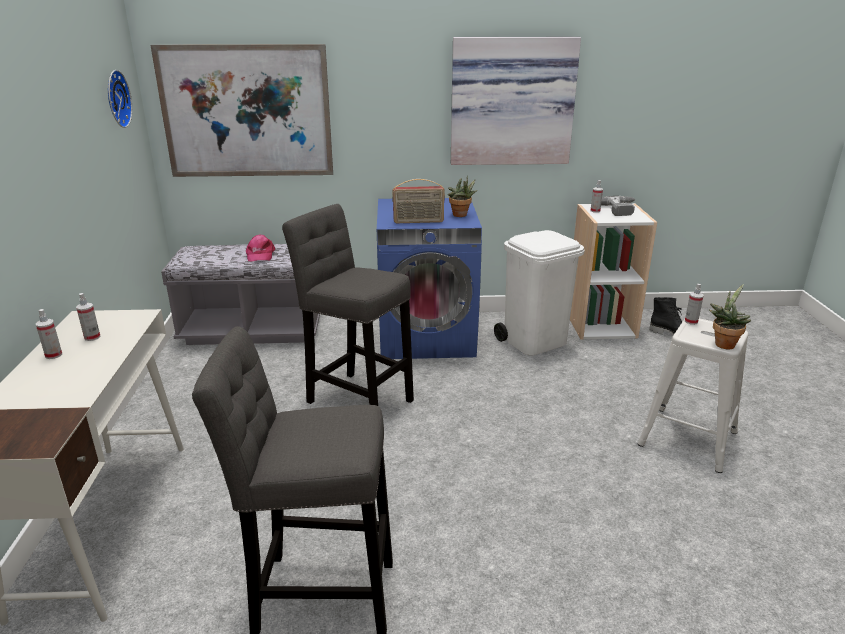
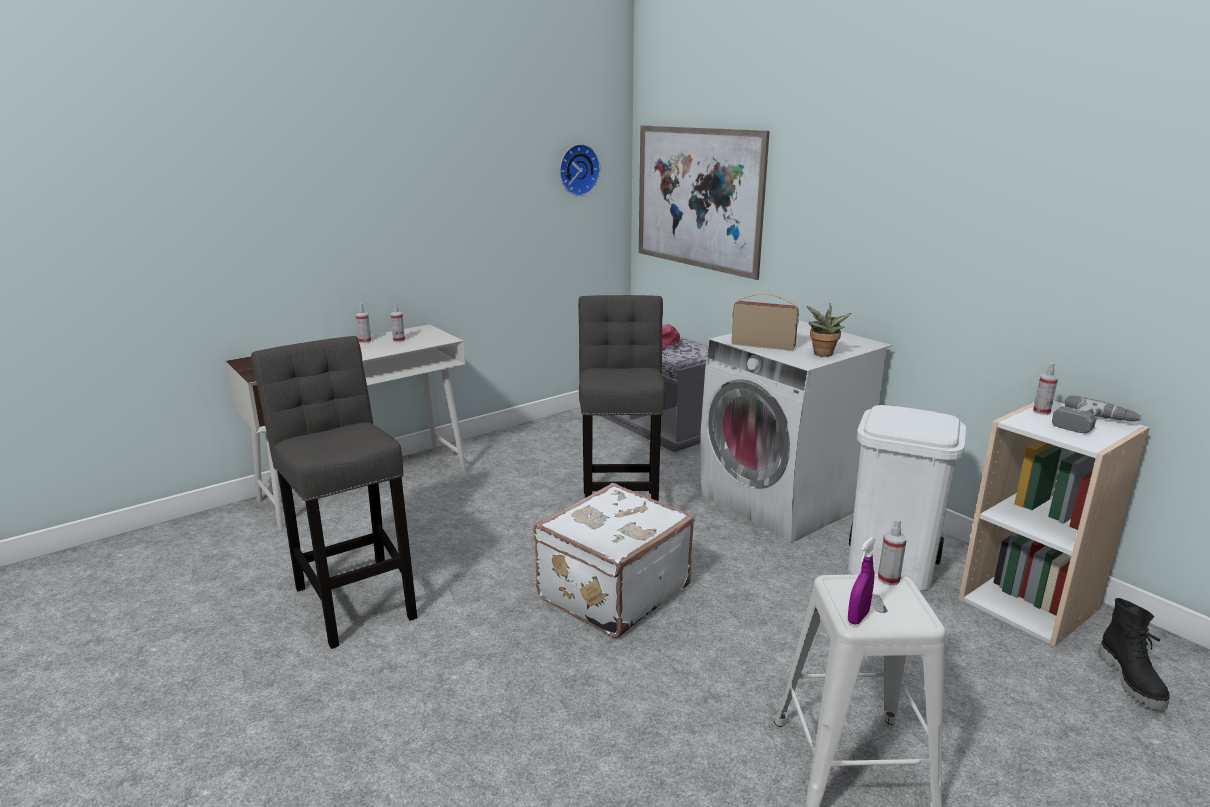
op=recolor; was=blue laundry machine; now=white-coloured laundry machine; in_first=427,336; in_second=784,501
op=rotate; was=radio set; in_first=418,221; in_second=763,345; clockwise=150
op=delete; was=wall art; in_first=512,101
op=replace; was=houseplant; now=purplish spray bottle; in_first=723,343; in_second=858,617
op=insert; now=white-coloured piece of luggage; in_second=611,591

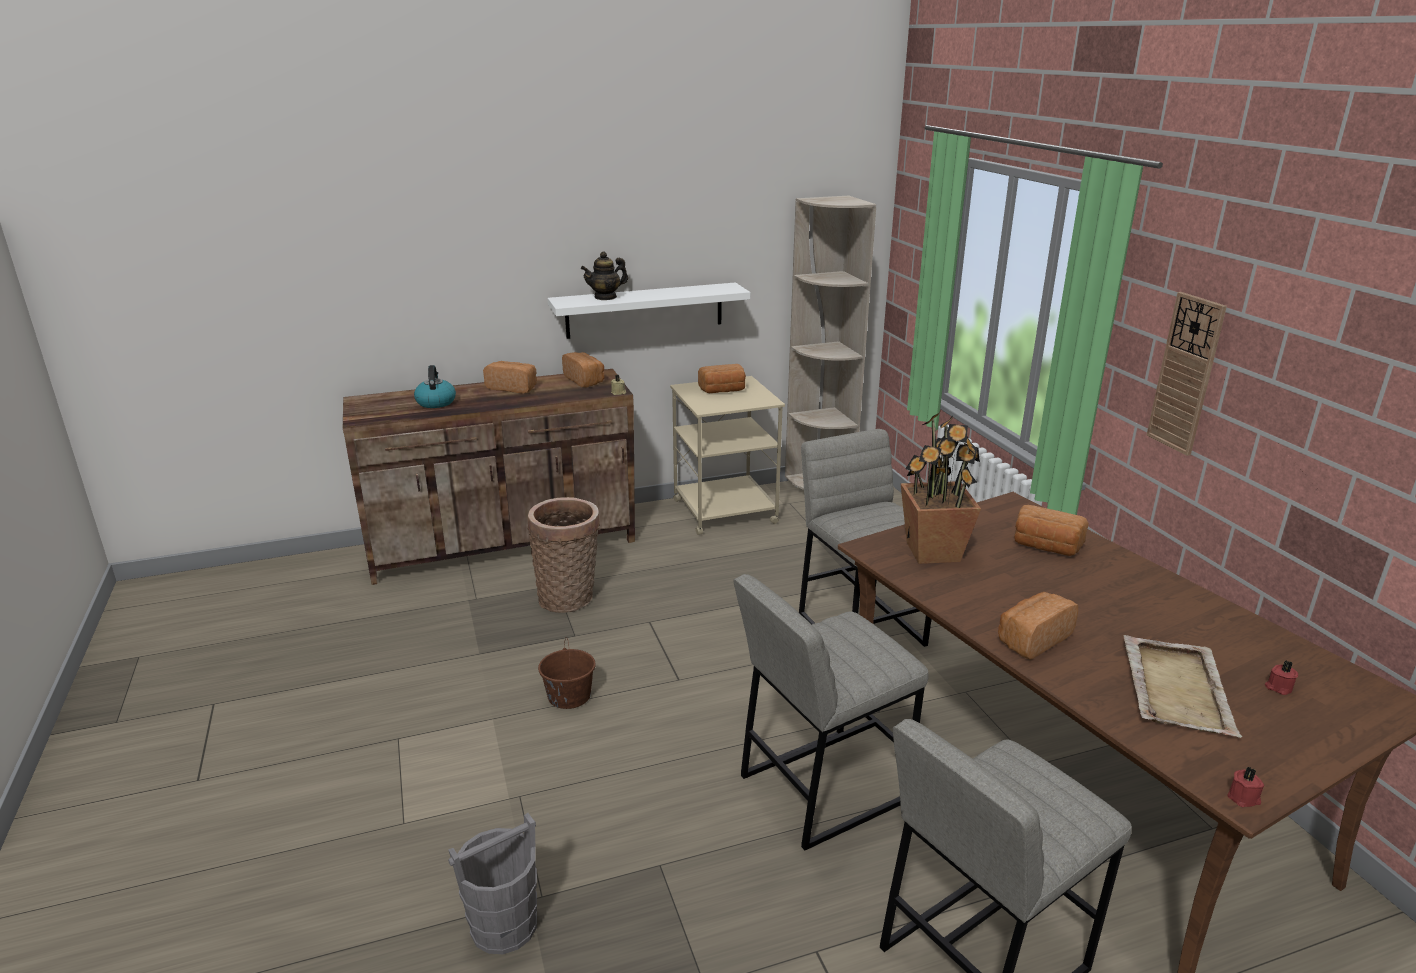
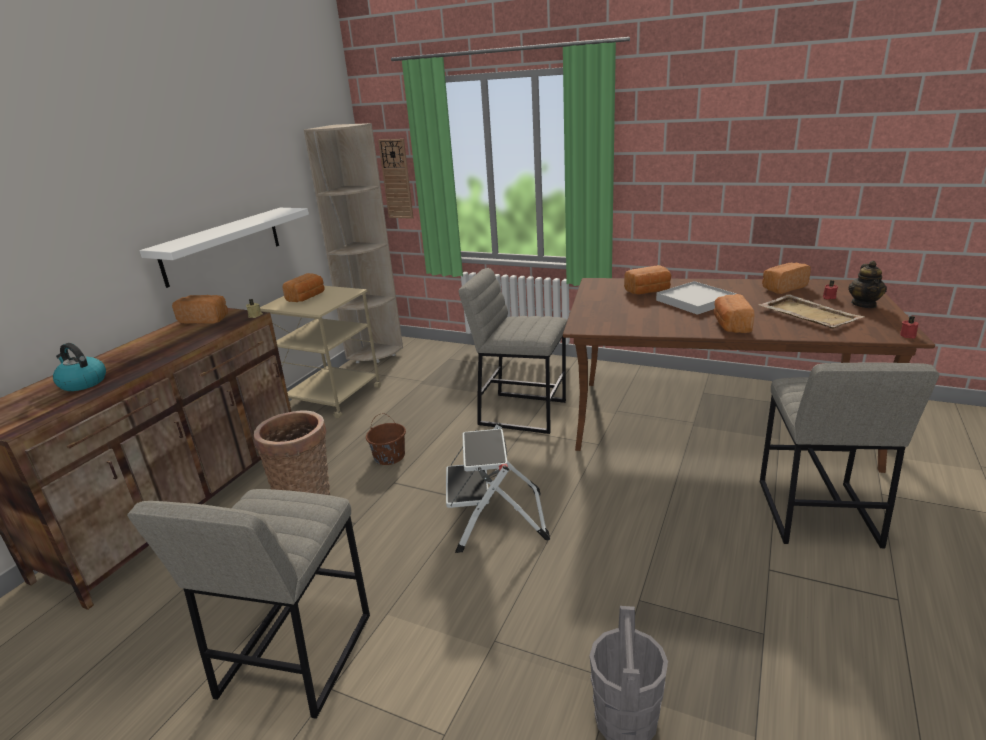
op=move; was=baked bread; in_first=513,387; in_second=782,288
op=move; was=brown-coloured water bucket; in_first=569,695; in_second=389,456
op=move; was=tea pot; in_first=605,297; in_second=864,304
op=move; was=grey chair; in_first=819,790; in_second=294,658
op=delete; was=houseplant; in_first=933,552
op=move; was=clock on the wall; in_first=1186,374; in_second=396,179
op=insert; now=stepladder; in_second=496,517
op=insert; now=white-coloured tray; in_second=695,301

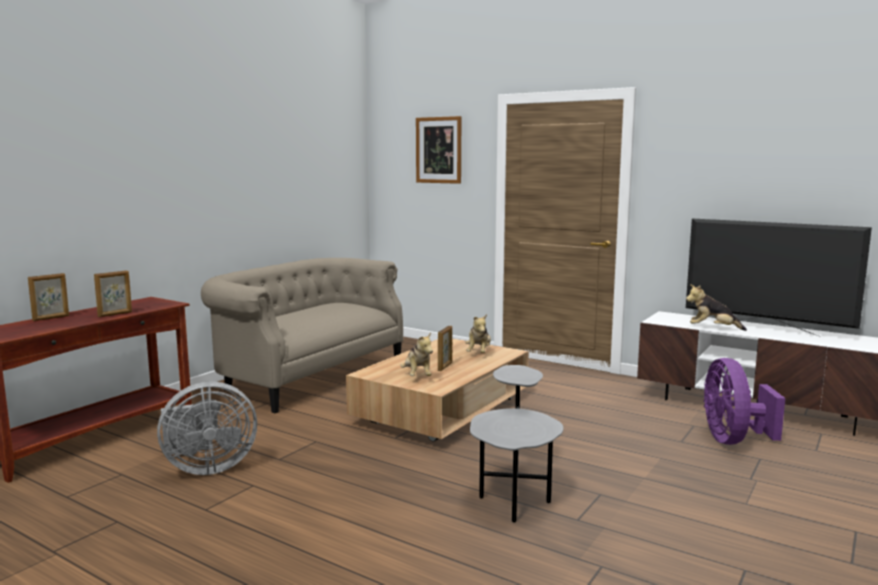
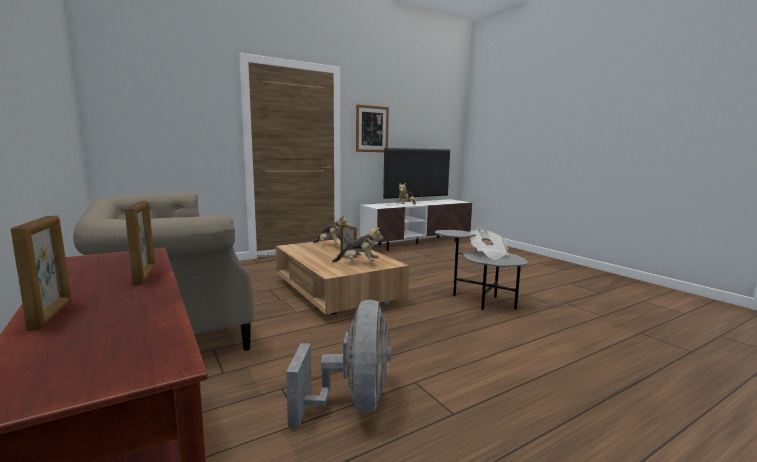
op=move; was=wall art; in_first=438,150; in_second=372,129
op=delete; was=purplish fan; in_first=733,440
op=insert; now=newspaper; in_second=488,254

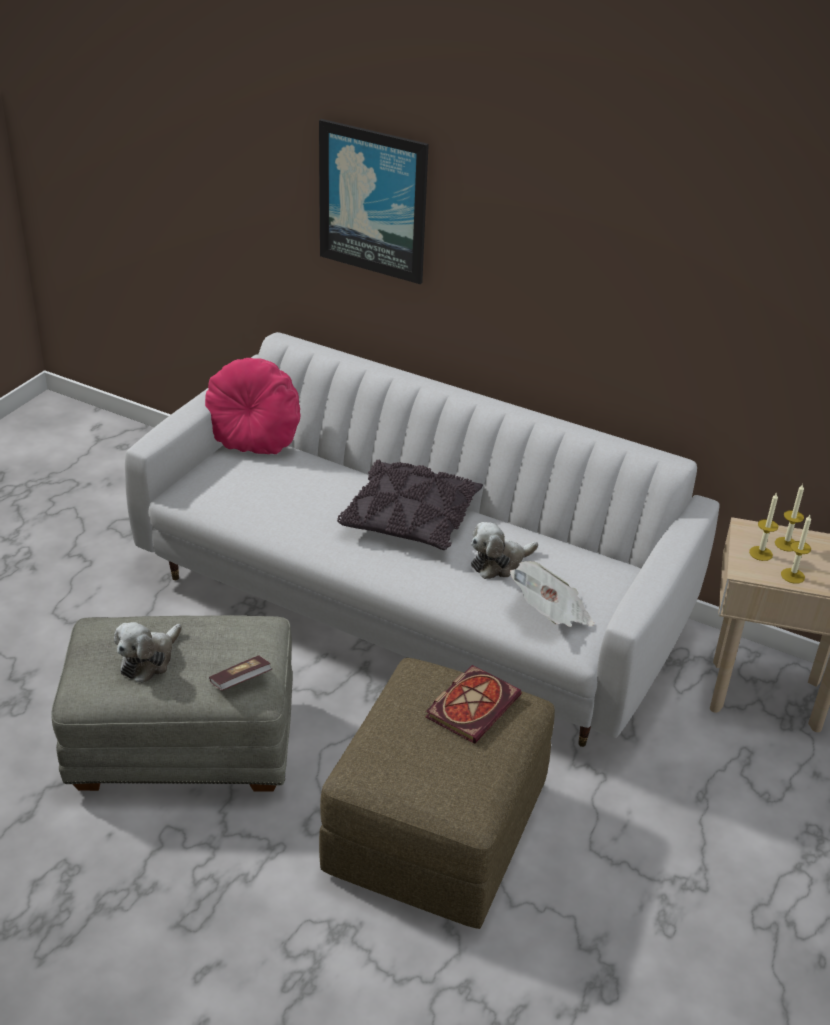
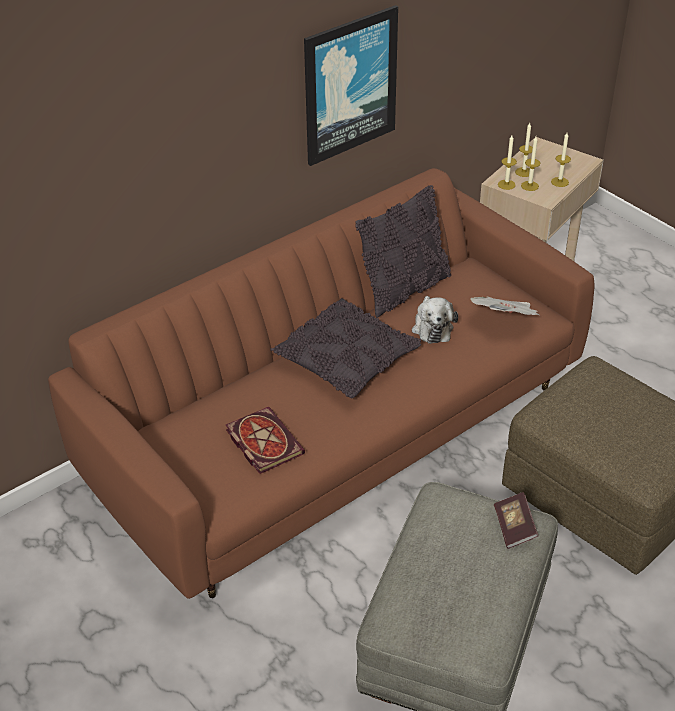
op=delete; was=plush toy; in_first=149,660
op=recolor; was=white-coloured couch; now=brown-coloured couch; in_first=411,602; in_second=338,433
op=delete; was=pinkish pillow; in_first=254,444
op=move; was=wall art; in_first=373,201; in_second=349,85
op=move; was=book; in_first=472,704; in_second=262,441
op=insert; now=black-coloured pillow; in_second=404,290
op=insert; now=wax light; in_second=506,184

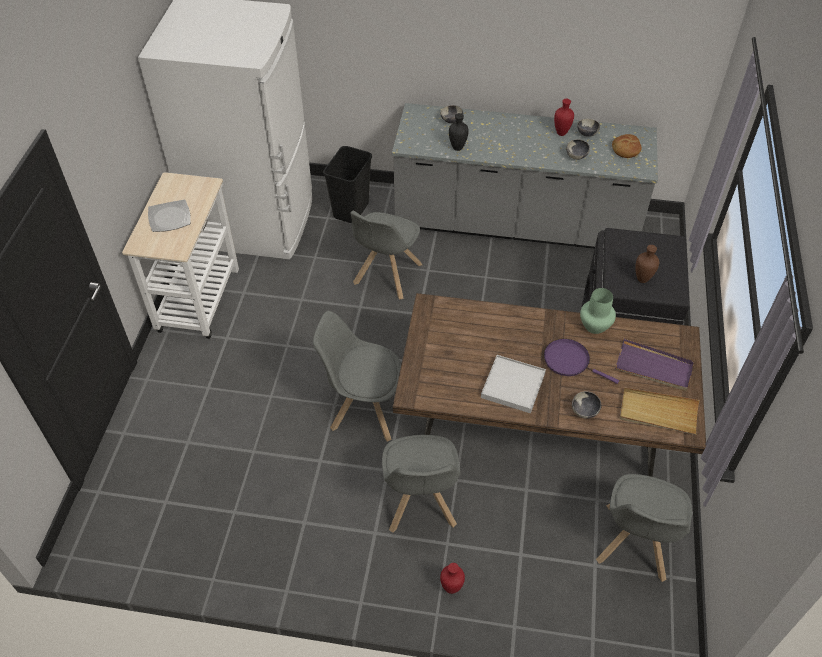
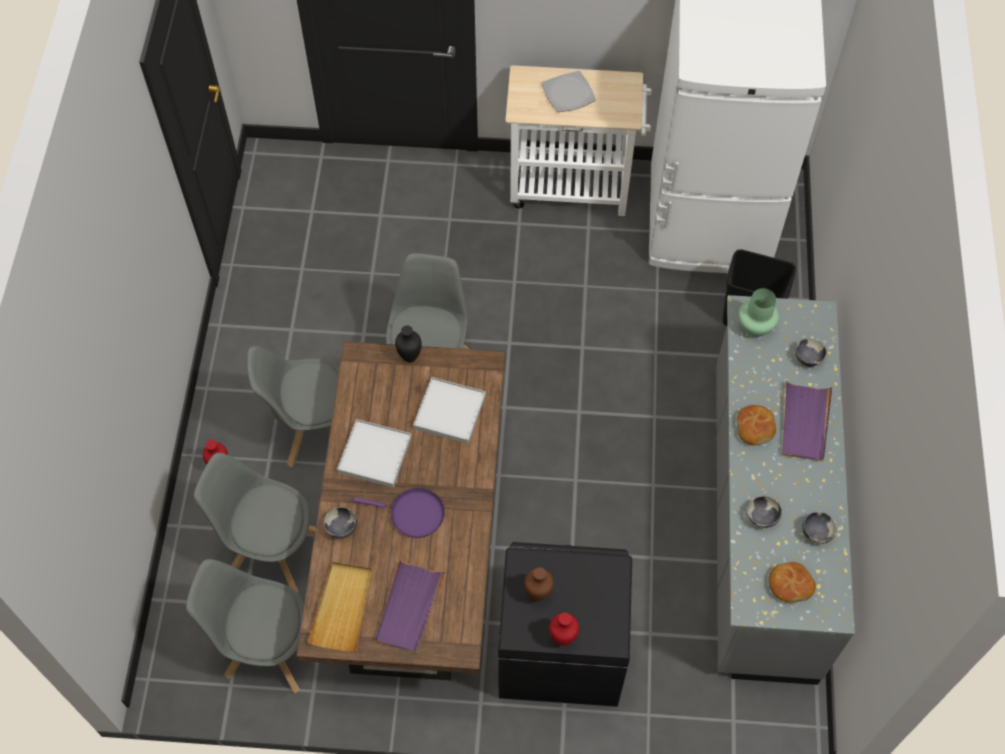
op=move; was=grey chair; in_first=386,276; in_second=271,550
op=move; was=black-coloured decorative vase; in_first=458,148; in_second=409,358
op=rotate; was=purplish pan; in_first=569,361; in_second=413,514; clockwise=75
op=move; was=red decorative vase; in_first=562,133; in_second=563,639
op=move; was=green decorative vase; in_first=595,326; in_second=755,327
op=insert; now=white-coloured tray; in_second=450,412
op=insert; now=baked bread; in_second=755,428
op=insert; now=purplish tray; in_second=804,423

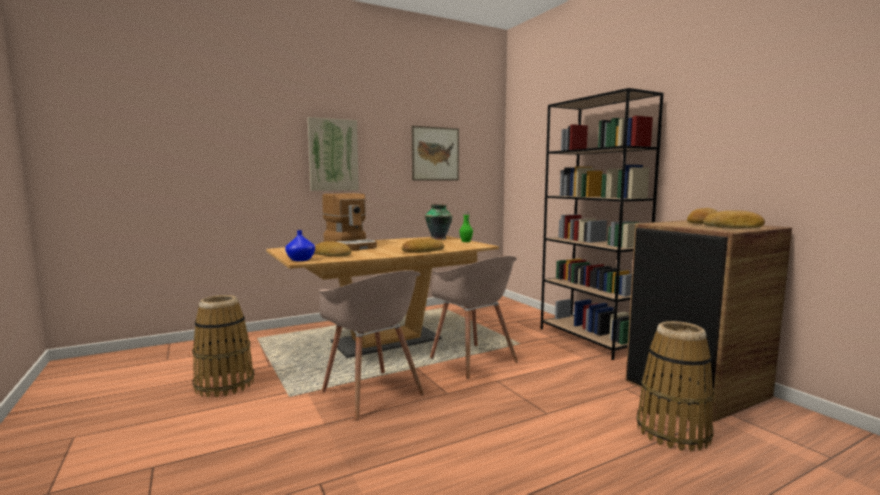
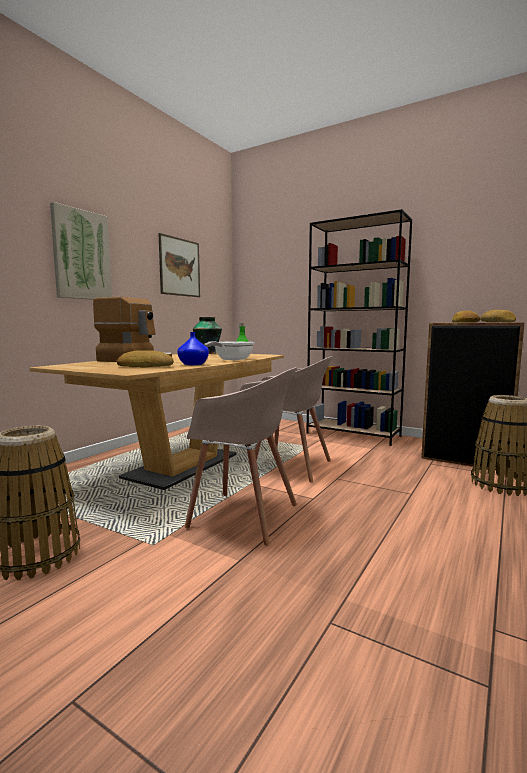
op=move; was=blue decorative vase; in_first=300,260; in_second=193,364
op=replace; was=baked bread; now=pan; in_first=422,251; in_second=230,360

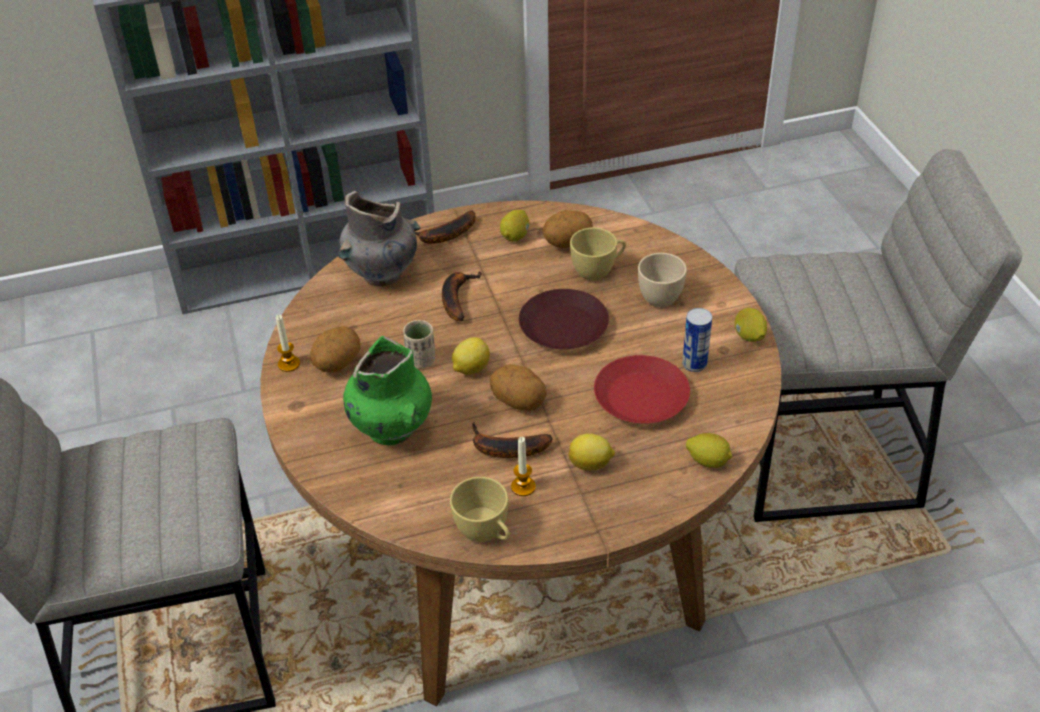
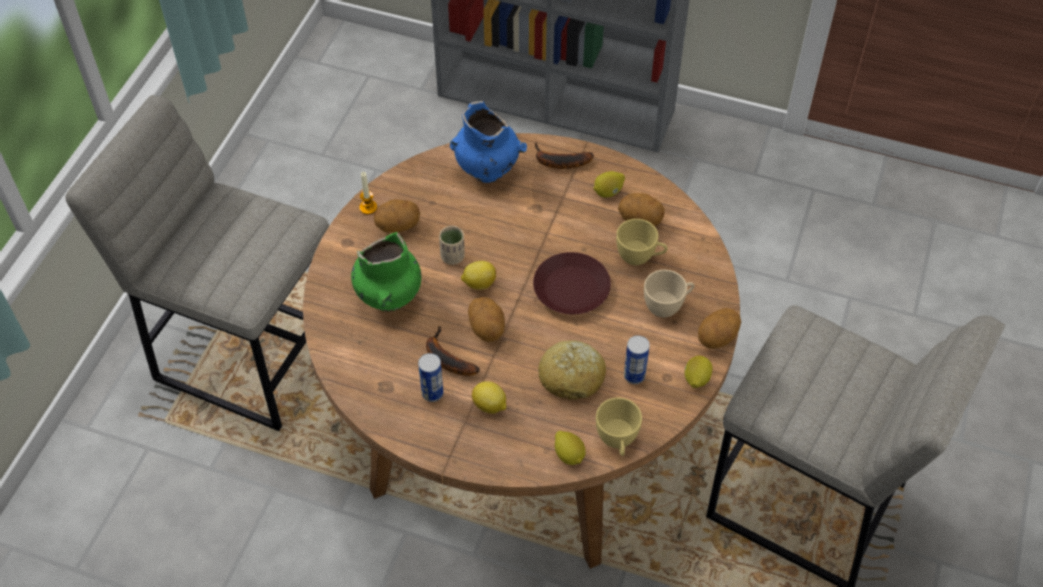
op=recolor; was=grey decorative vase; now=blue decorative vase; in_first=383,274; in_second=488,171
op=delete; was=banana fruit; in_first=456,297
op=move; was=yellow drinking cup; in_first=486,533; in_second=617,441
op=replace; was=wax light; now=metal can; in_first=523,487; in_second=432,393
op=replace; was=red dinner plate; now=baked bread; in_first=641,396; in_second=572,377
op=insert; now=potato; in_second=717,338

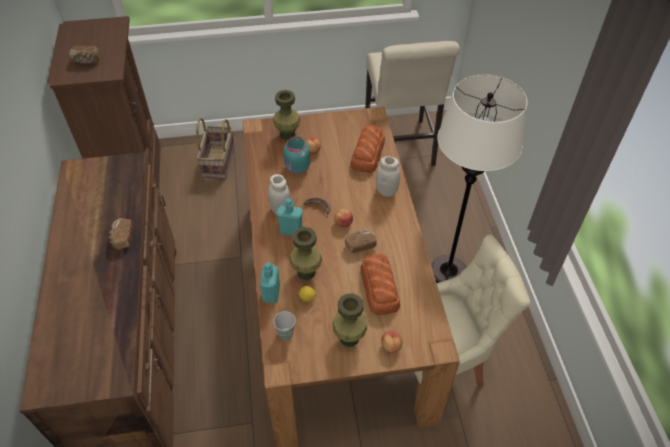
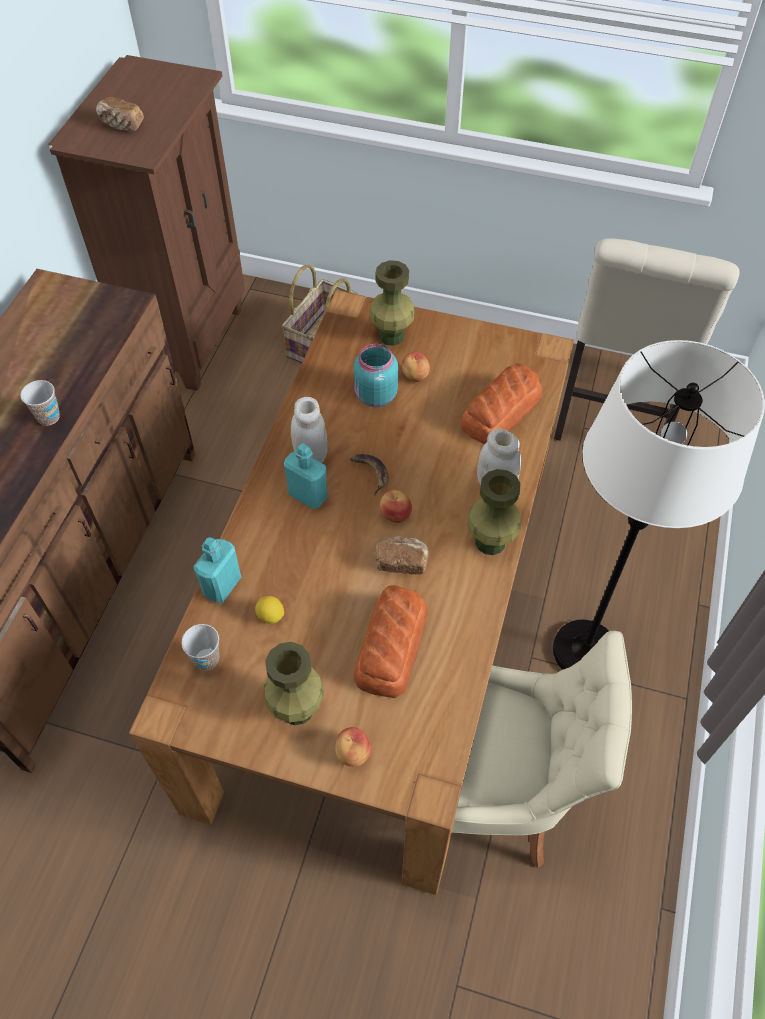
op=replace; was=baked bread; now=drinking cup; in_first=123,238; in_second=48,417
op=move; was=green decorative vase; in_first=306,272; in_second=490,542

